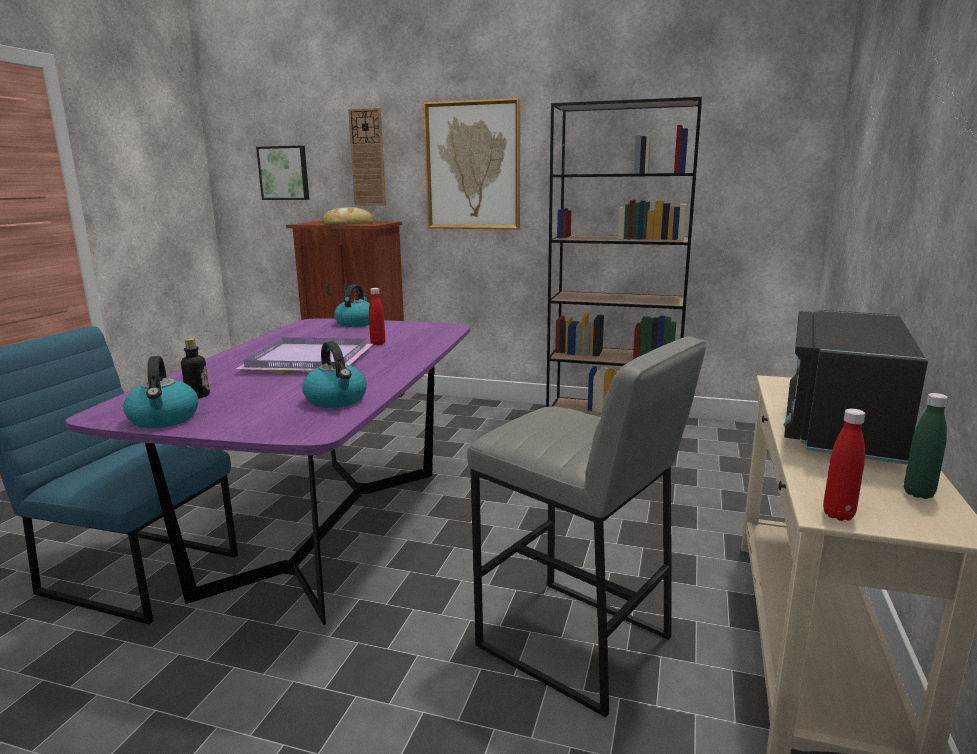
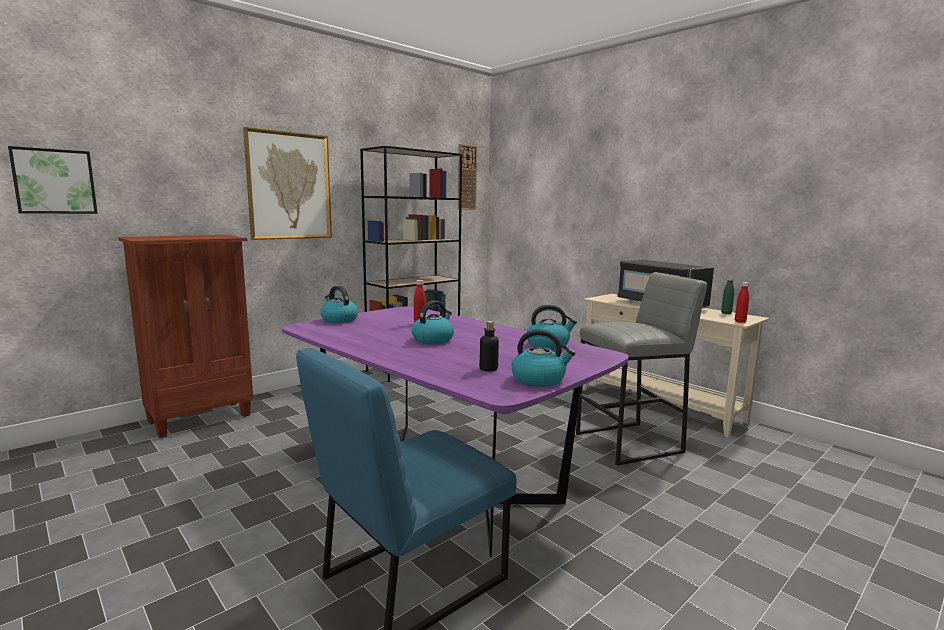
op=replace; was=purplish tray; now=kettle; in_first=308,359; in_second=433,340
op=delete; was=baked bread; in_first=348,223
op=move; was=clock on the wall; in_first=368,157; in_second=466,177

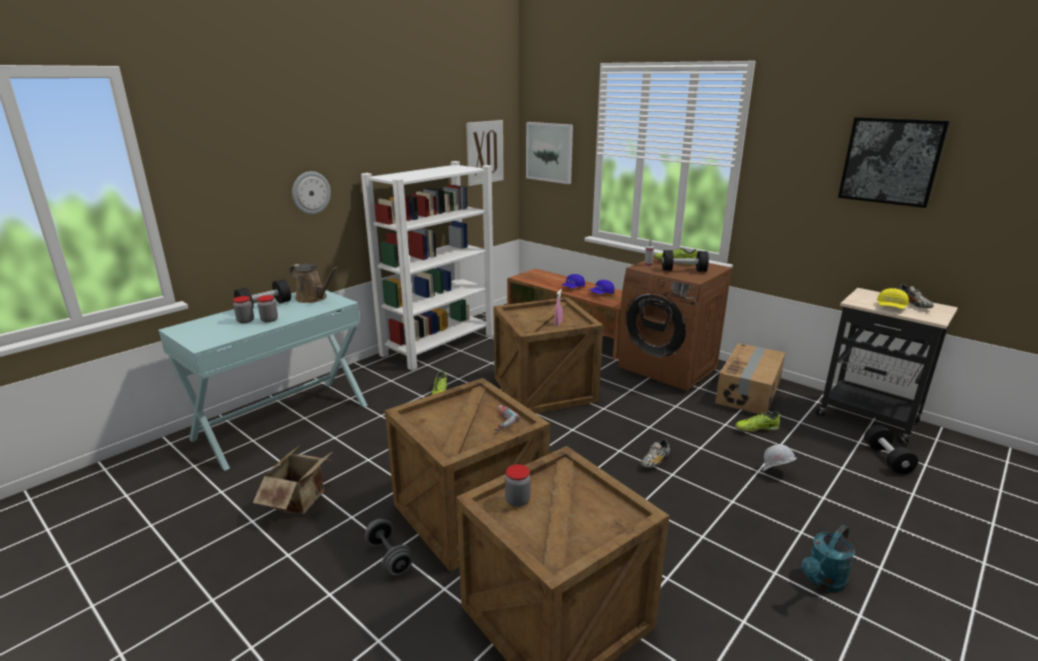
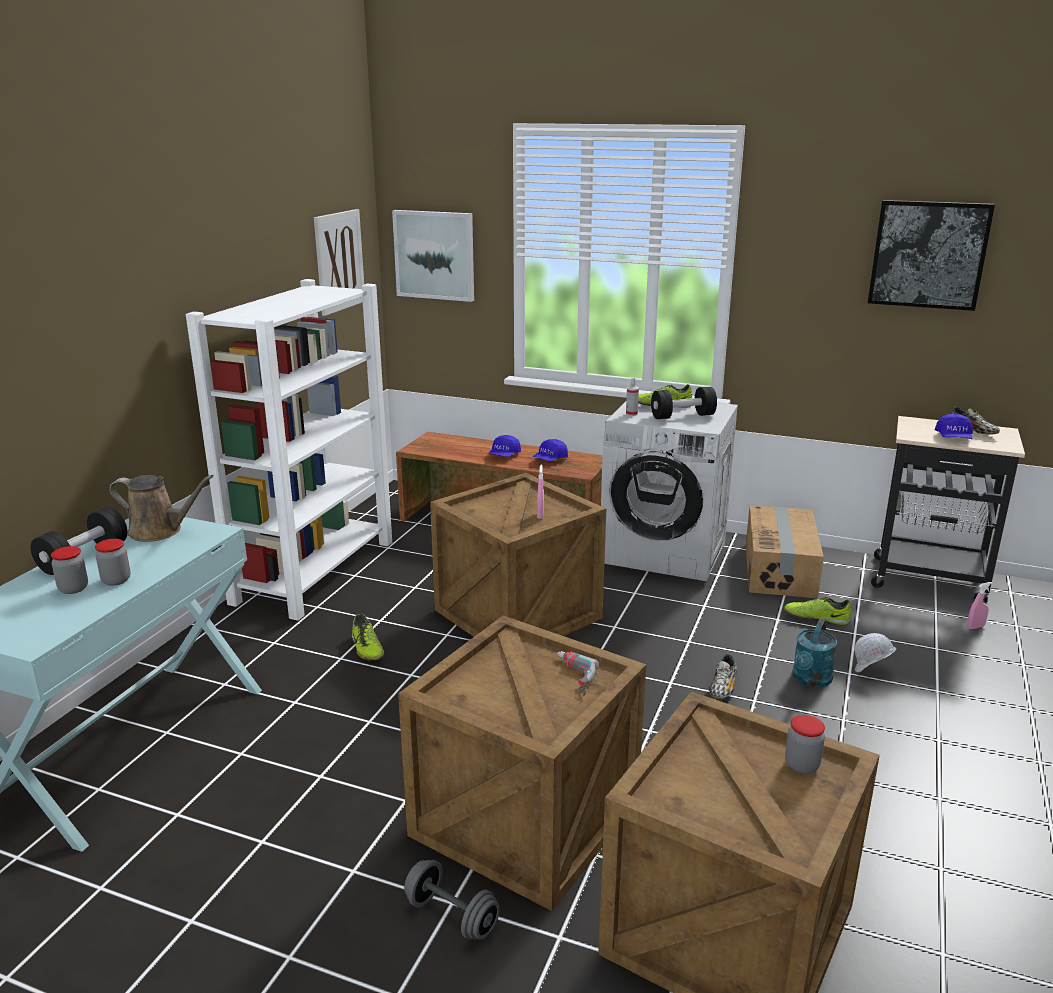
op=delete; was=packing box; in_first=302,500
op=delete; was=clock on the wall; in_first=310,192
op=move; was=jar; in_first=517,500; in_second=801,765
op=recolor; was=brown-coloured laundry machine; now=white-coloured laundry machine; in_first=667,369; in_second=664,556
op=rotate; was=item of footwear; in_first=756,429; in_second=816,618; clockwise=45
op=move; was=turquoise-coloured watering pot; in_first=822,581; in_second=810,680
op=replace; was=black-coloured dumbbell; now=pinkish spray bottle; in_first=887,459; in_second=975,627
op=recolor; was=yellow baseball cap; now=blue baseball cap; in_first=891,308; in_second=953,438

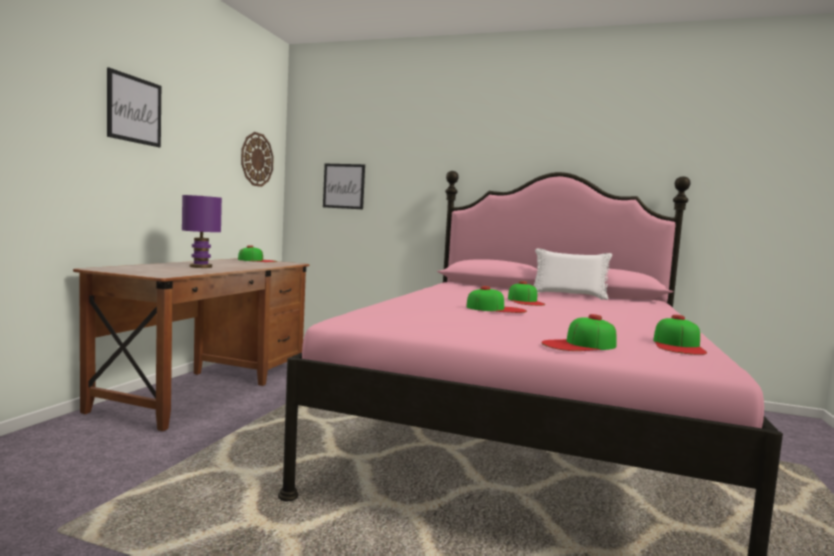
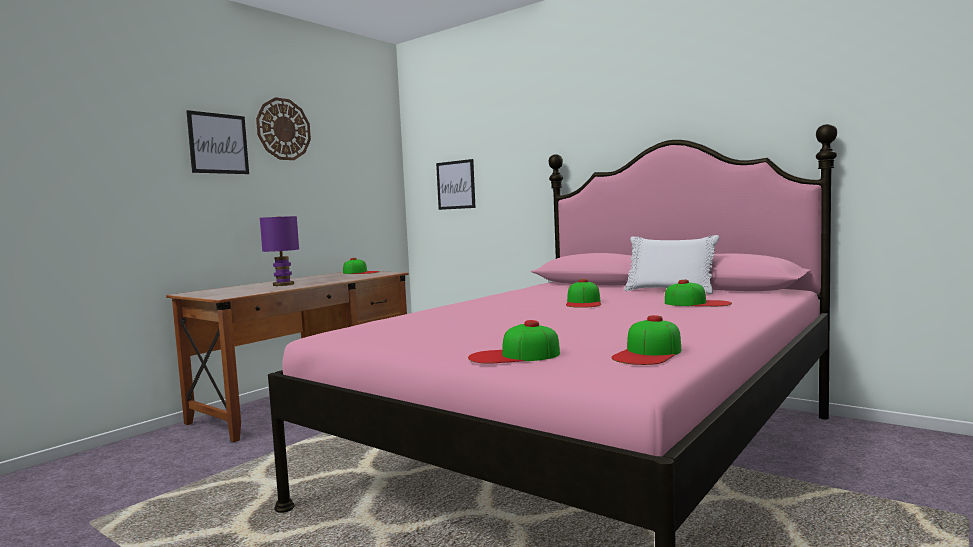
op=move; was=clock on the wall; in_first=257,159; in_second=283,129
op=move; was=baseball cap; in_first=496,309; in_second=697,303

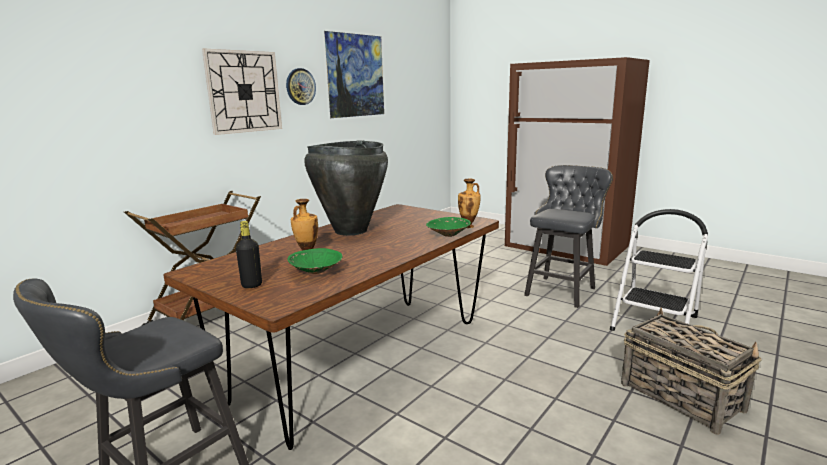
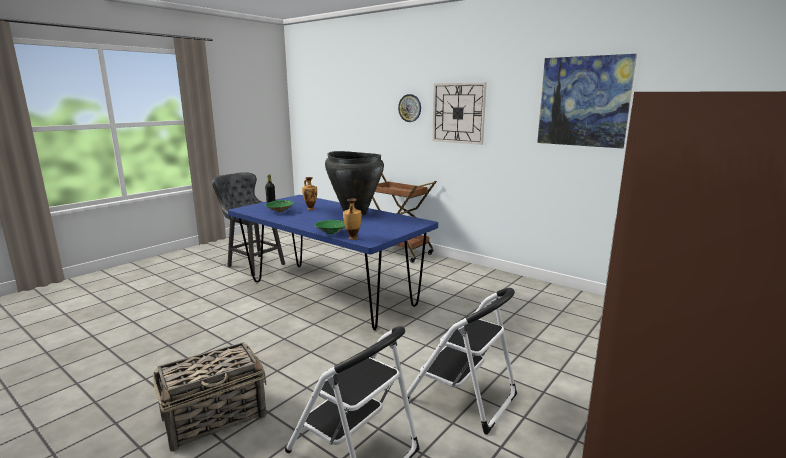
op=recolor; was=brown-coloured dining table; now=blue dining table; in_first=363,360; in_second=330,293
op=move; was=clock on the wall; in_first=300,86; in_second=410,108
op=replace; was=grey stool seat; now=stepladder; in_first=563,288; in_second=464,398

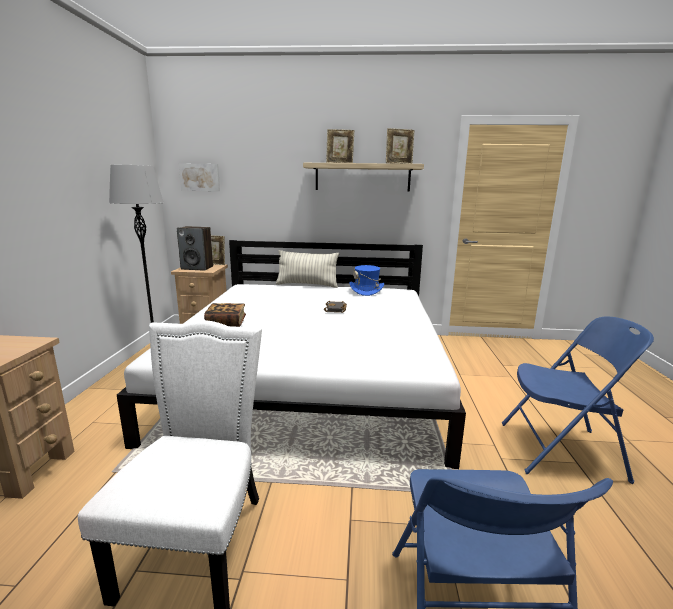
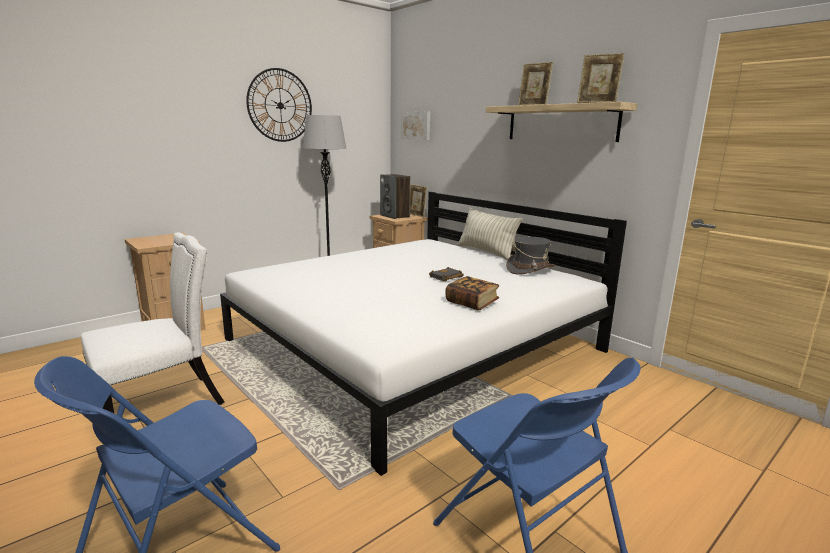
op=move; was=book; in_first=226,323; in_second=472,303
op=recolor; was=blue clothing hat; now=grey clothing hat; in_first=366,290; in_second=530,269
op=insert; now=clock on the wall; in_second=280,105

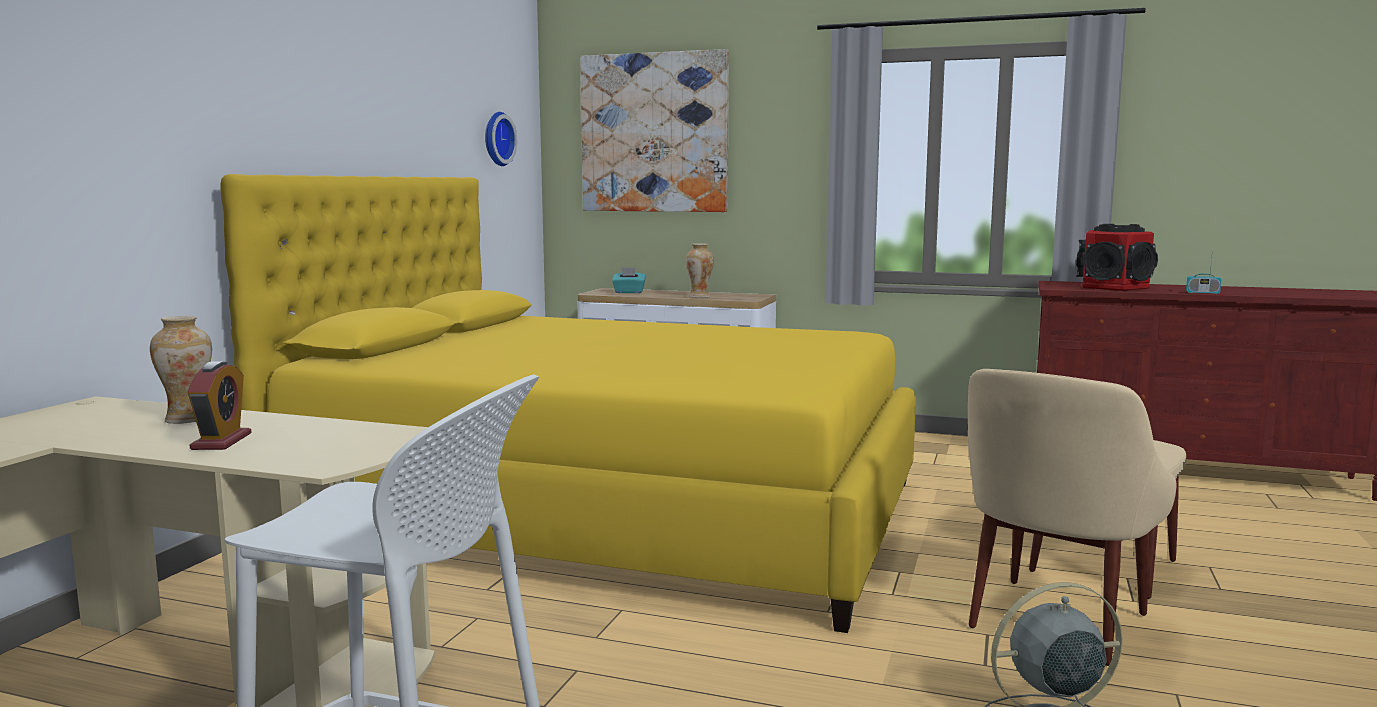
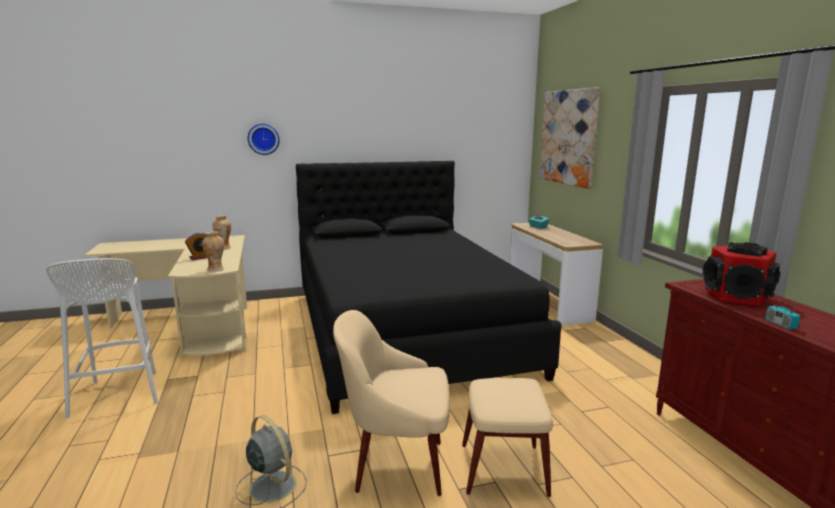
op=recolor; was=yellow bedroom bed; now=black-coloured bedroom bed; in_first=608,511; in_second=406,330
op=move; was=clock on the wall; in_first=496,139; in_second=263,139
op=move; was=decorative vase; in_first=699,297; in_second=215,269

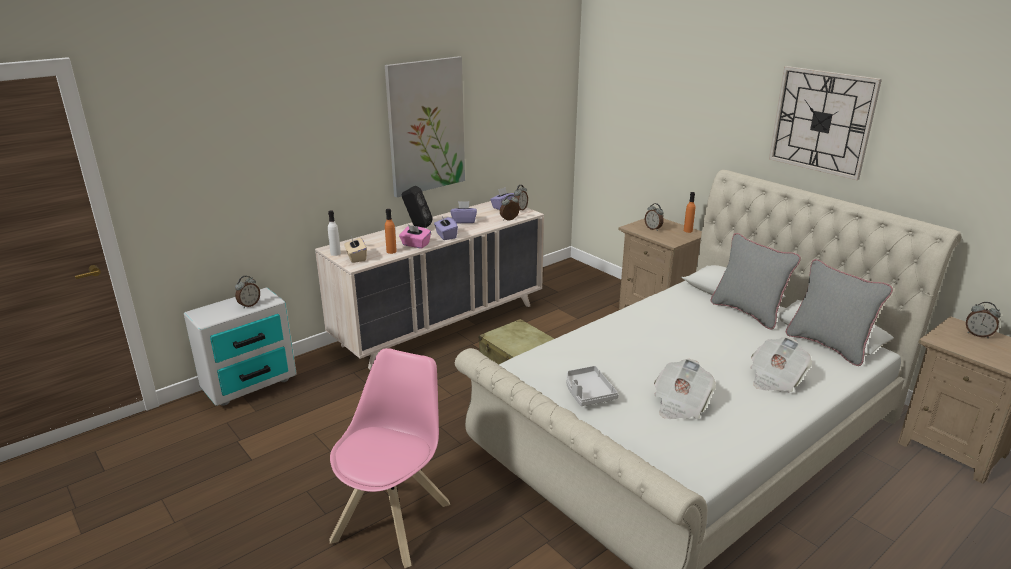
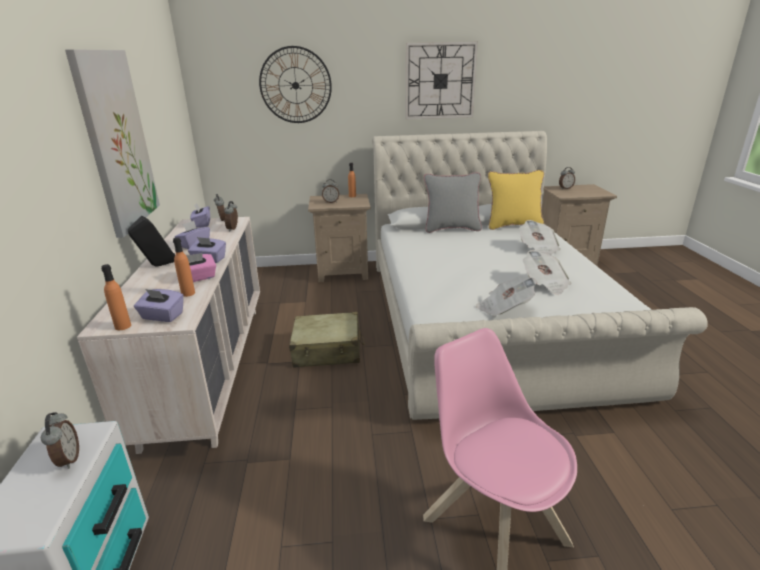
op=recolor; was=white-coloured drink bottle; now=orange drink bottle; in_first=335,253; in_second=123,326
op=recolor; was=beige box of tissues; now=purplish box of tissues; in_first=356,258; in_second=162,316
op=replace; was=grey tray; now=newspaper; in_first=588,393; in_second=504,309
op=recolor; was=grey pillow; now=yellow pillow; in_first=828,345; in_second=513,226
op=insert; now=clock on the wall; in_second=295,85

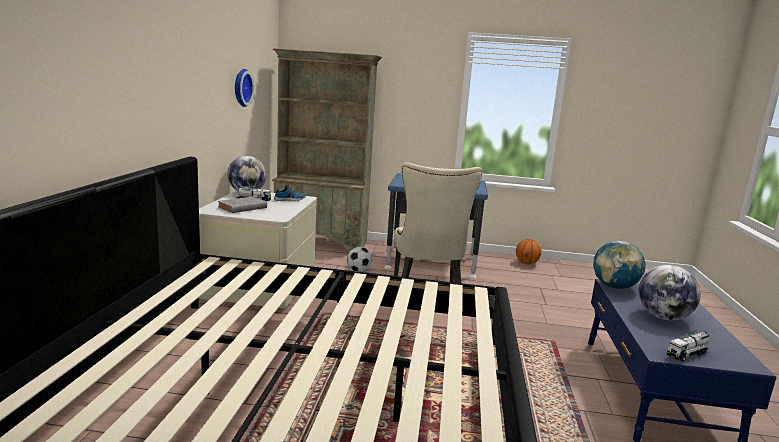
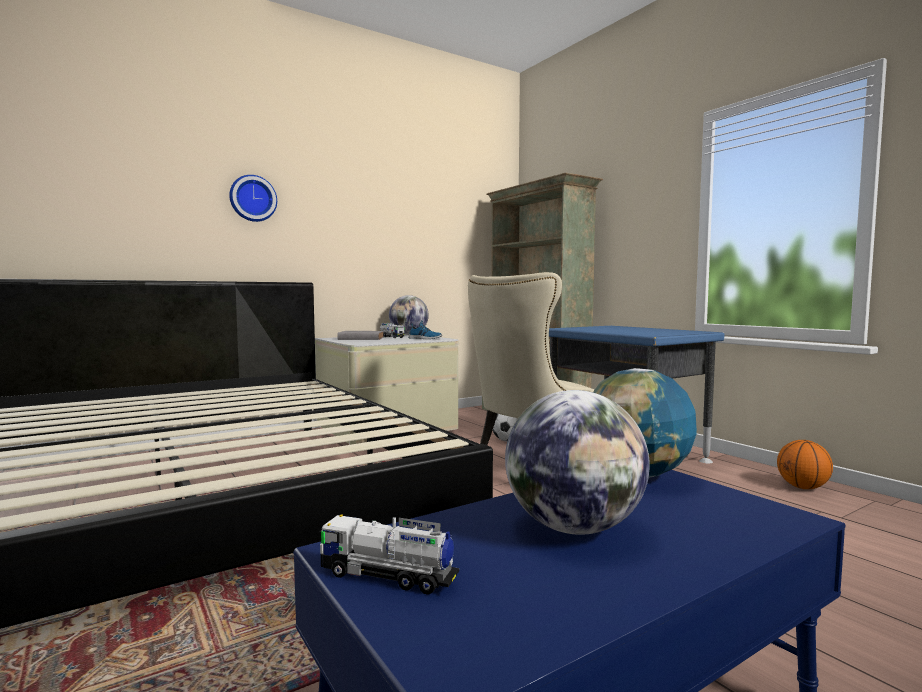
op=move; was=clock on the wall; in_first=241,87; in_second=252,198

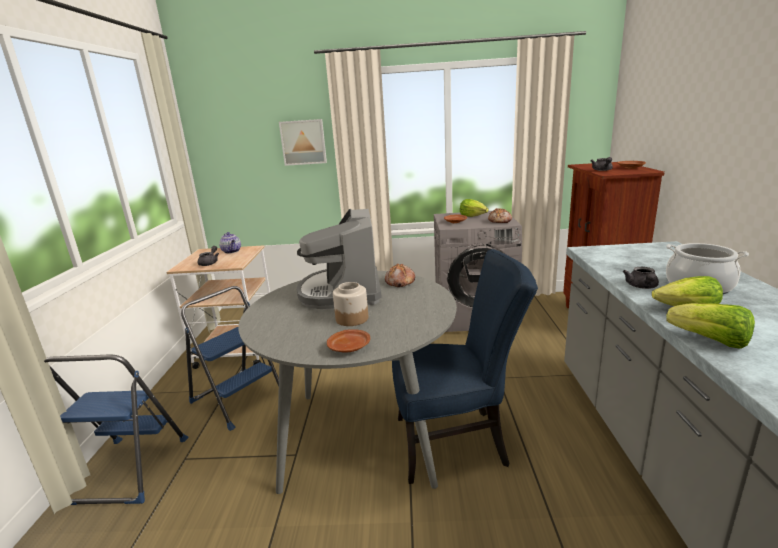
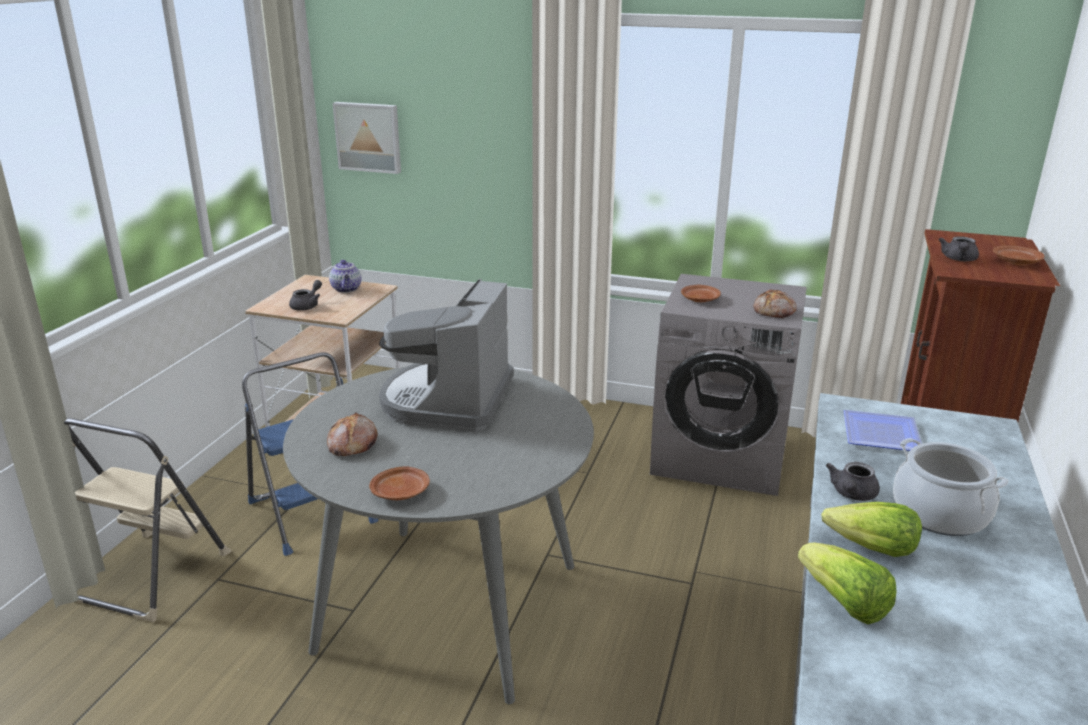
op=recolor; was=blue stepladder; now=beige stepladder; in_first=125,472; in_second=145,577
op=move; was=wall art; in_first=303,142; in_second=369,137
op=delete; was=jar; in_first=352,318
op=move; was=baked bread; in_first=399,282; in_second=351,444
op=delete; was=blue chair; in_first=457,441
op=delete; was=head of lettuce; in_first=473,216
op=insert; now=dinner plate; in_second=878,435

